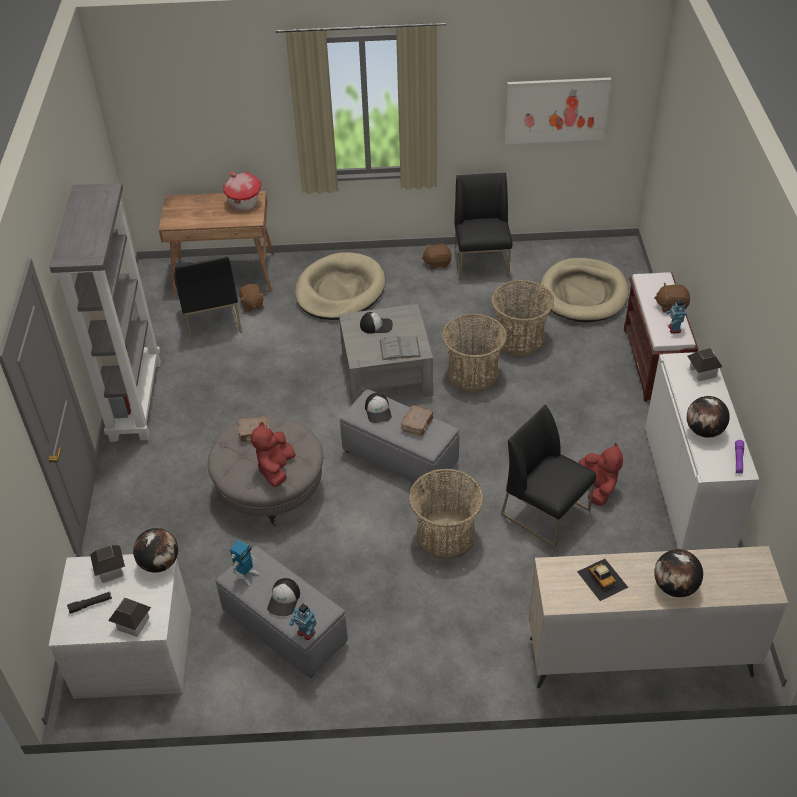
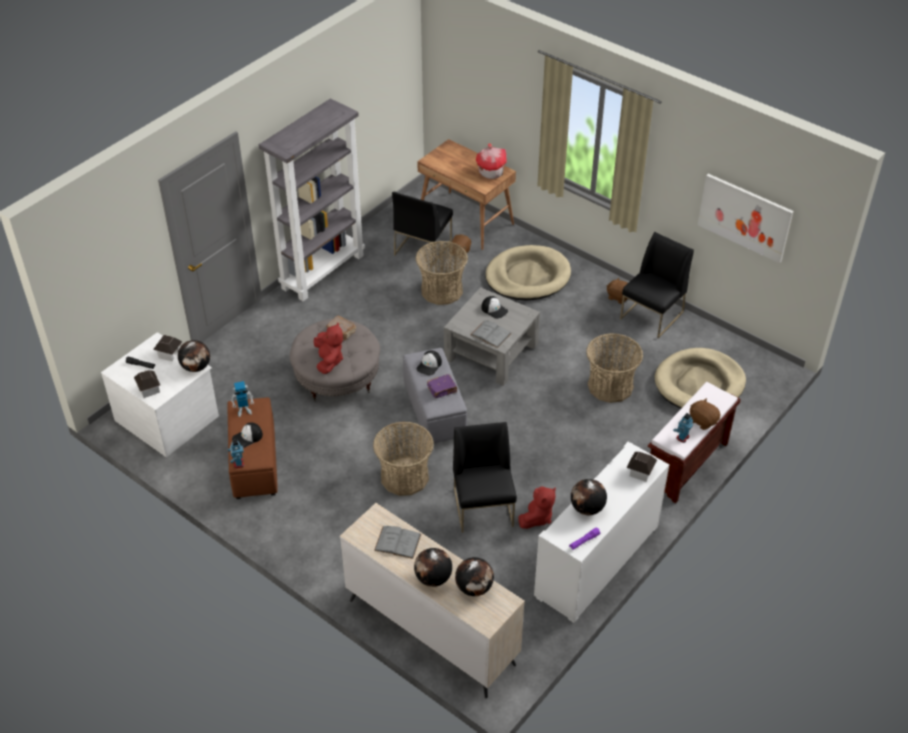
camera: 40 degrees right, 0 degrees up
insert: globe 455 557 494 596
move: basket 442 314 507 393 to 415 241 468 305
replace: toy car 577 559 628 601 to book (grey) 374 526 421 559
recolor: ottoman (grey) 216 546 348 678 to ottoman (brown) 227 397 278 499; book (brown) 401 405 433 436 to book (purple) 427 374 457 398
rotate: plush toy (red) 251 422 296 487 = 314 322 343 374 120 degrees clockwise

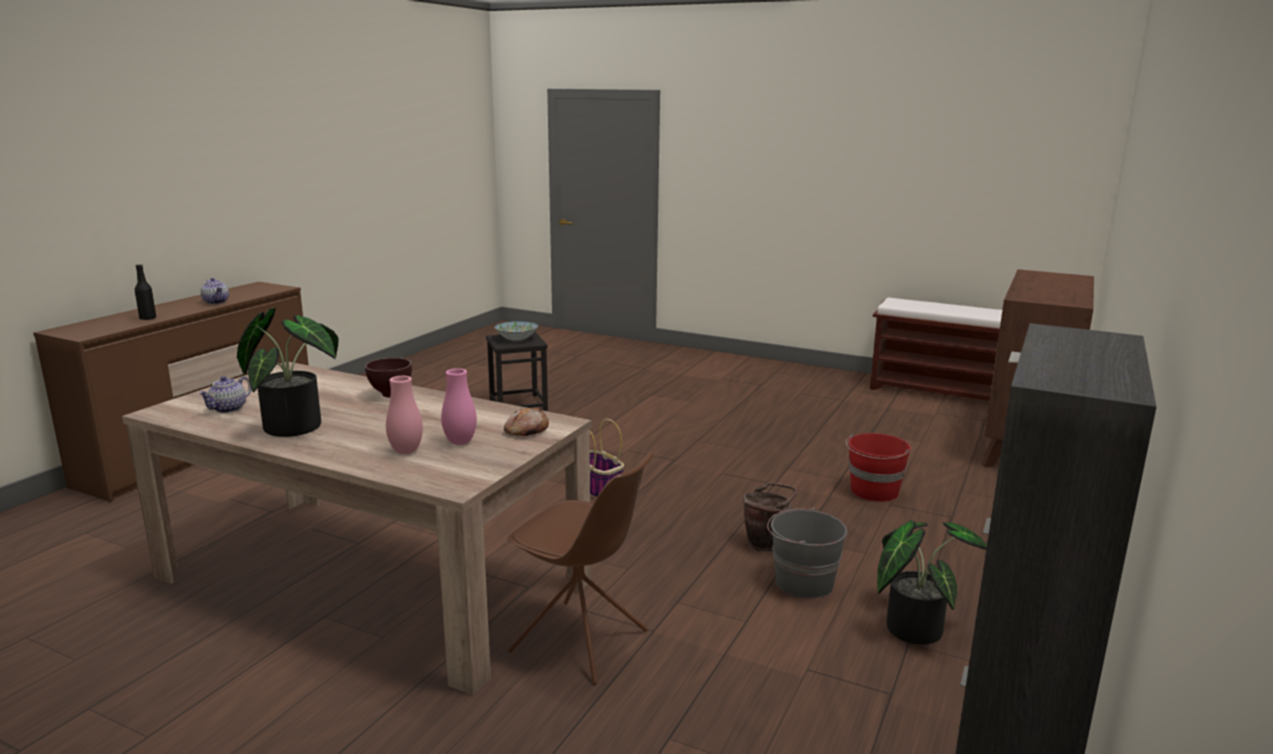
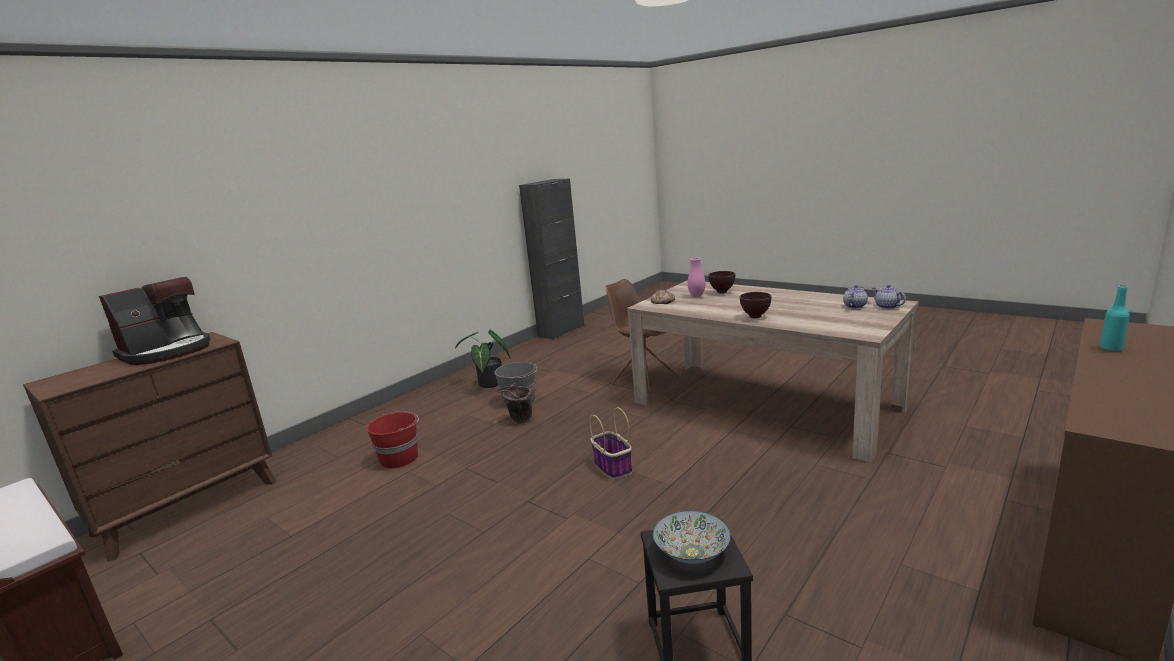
camera: 165 degrees left, 0 degrees up
delete: potted plant 237 307 339 437
insert: coffee machine 99 277 210 365
move: teapot 200 278 229 304 to 872 285 906 309
replace: vase (pink) 386 376 423 454 to bowl (brown) 708 271 735 294
recolor: bottle (black) 135 264 156 320 to bottle (turquoise) 1100 285 1130 351

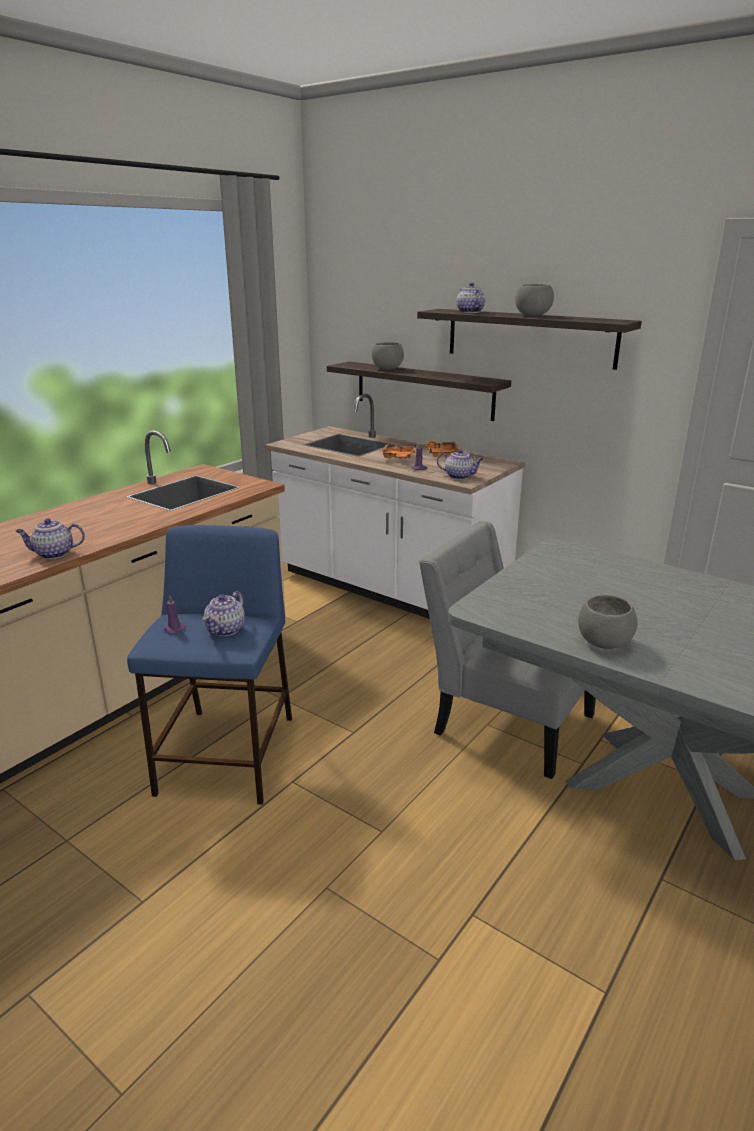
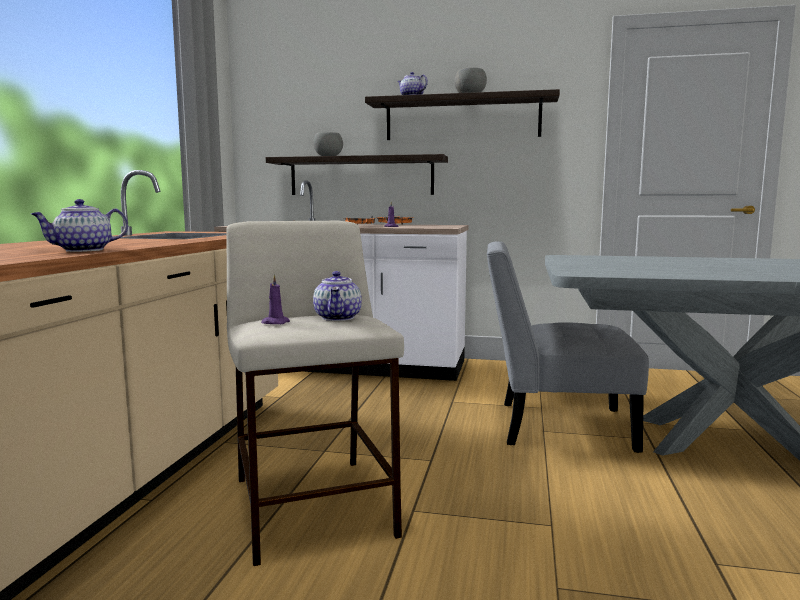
camera: 25 degrees left, 15 degrees down
delete: teapot 437 449 483 479; bowl (grey) 578 595 638 649
recolor: stool (blue) 127 525 292 805 to stool (beige) 226 220 404 566

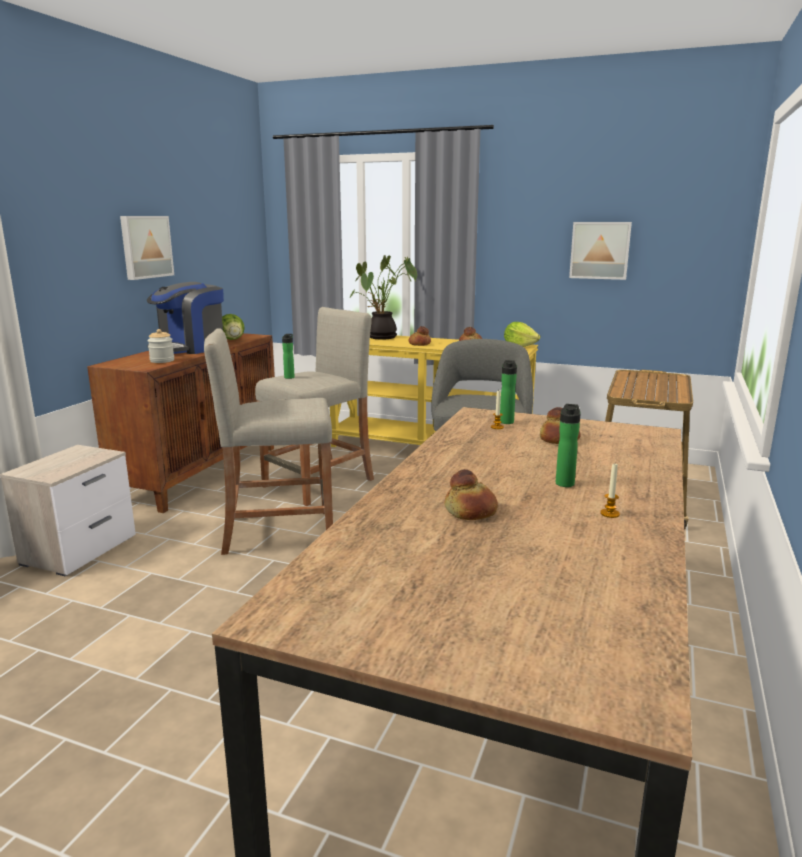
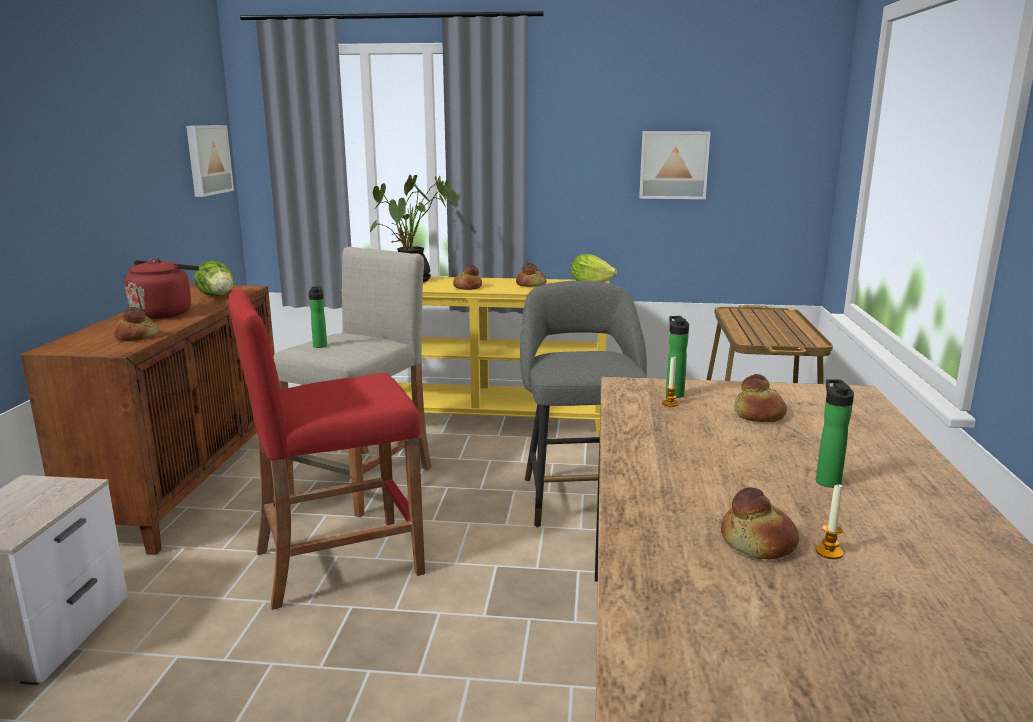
camera: 15 degrees left, 0 degrees up
move: picture 120 216 174 280 to 186 125 234 197; candle 600 464 620 518 to 816 483 843 559
replace: coffee machine 147 282 224 354 to kettle (red) 124 258 199 319; jar 147 329 174 363 to bread 114 307 159 341
recolor: stool (beige) 204 329 333 555 to stool (red) 229 289 425 610

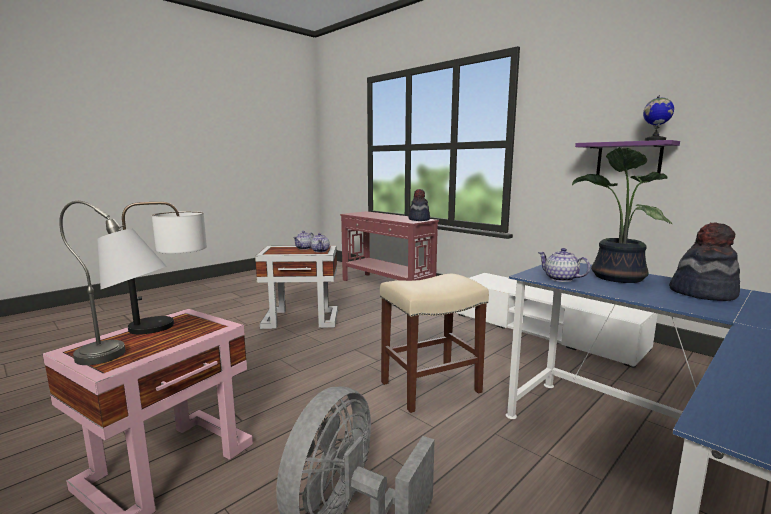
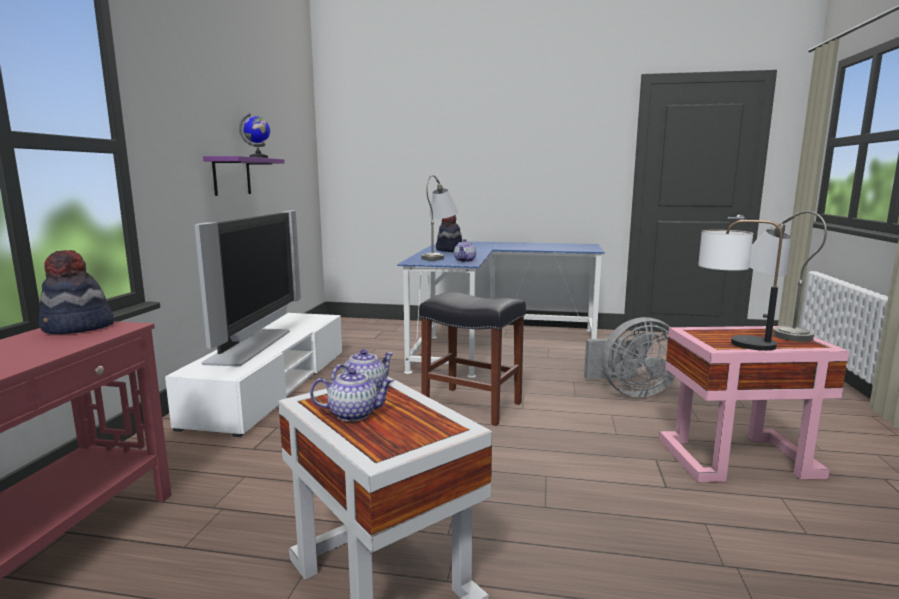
camera: 125 degrees left, 0 degrees up
insert: television 194 210 301 366
replace: potted plant 572 147 673 283 to table lamp (grey) 421 175 458 260
recolor: stool (beige) 380 274 489 413 to stool (black) 419 292 526 426

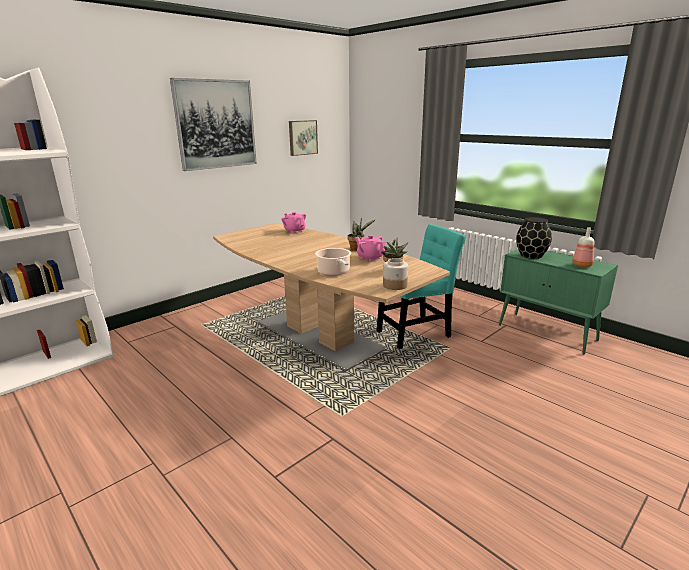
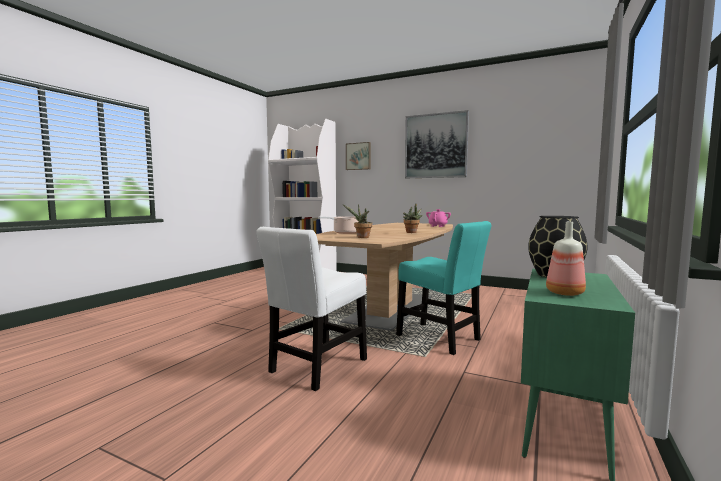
camera: 70 degrees right, 15 degrees down
delete: teapot (pink) 355 235 386 262; jar 383 258 408 290
insert: chair (white) 256 227 367 391
move: picture 289 120 318 156 to 346 142 371 170

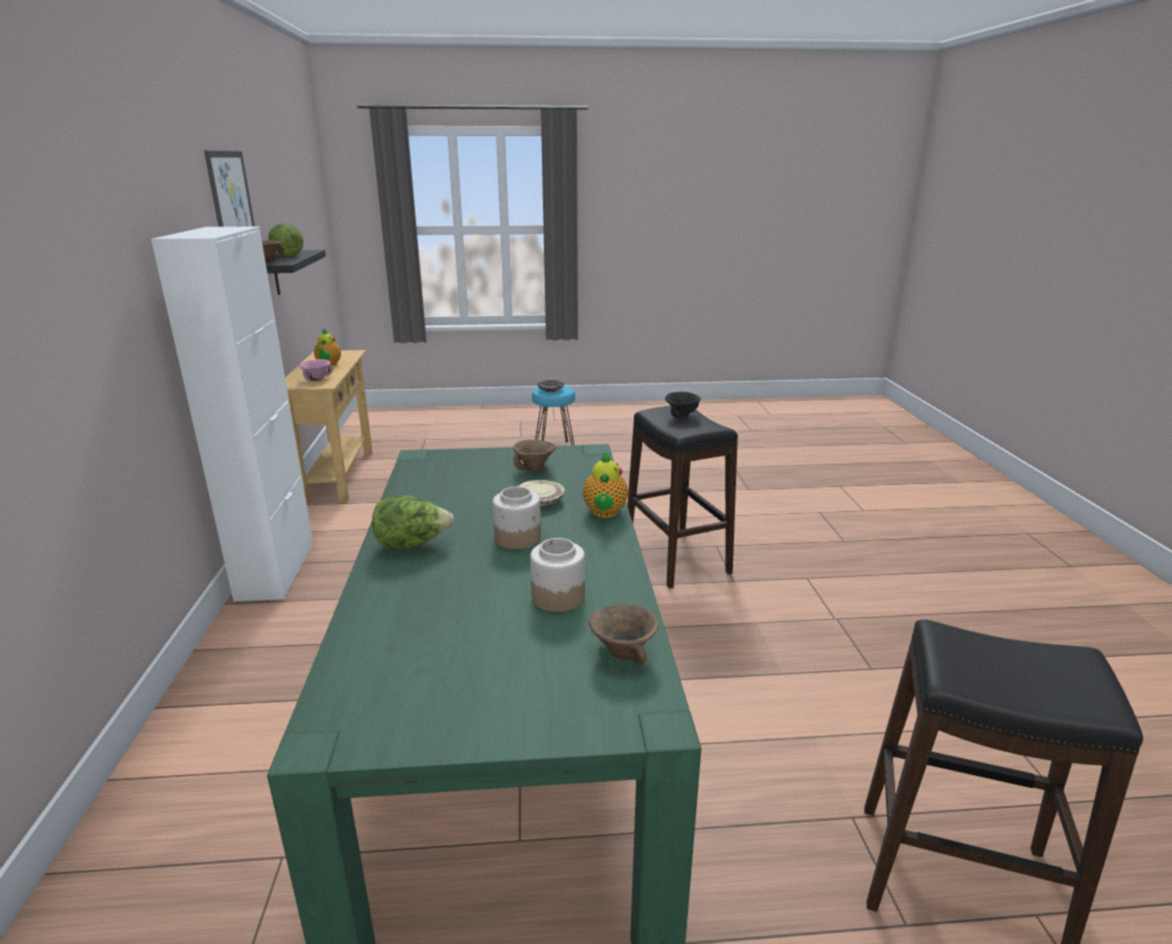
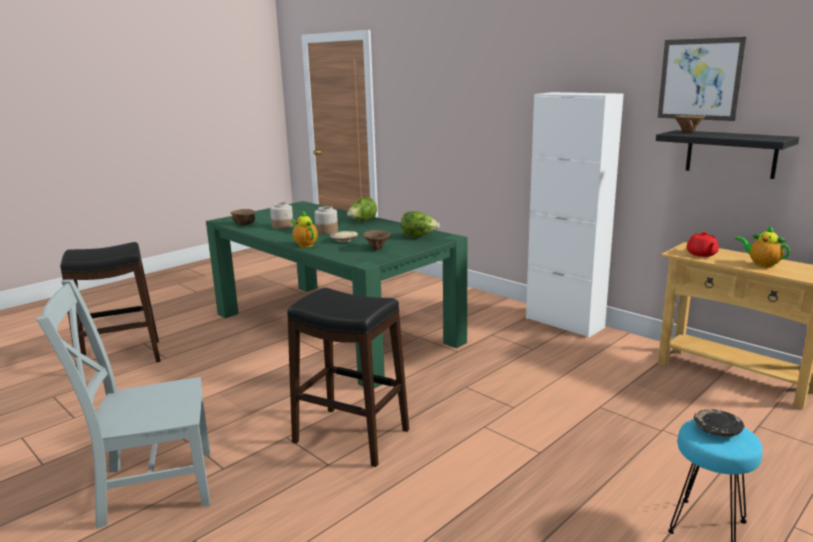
camera: 140 degrees right, 5 degrees down
delete: bowl (black) 665 392 701 418
insert: chair (grey) 36 279 210 529
move: lettuce 268 223 303 257 to 401 211 440 238
replace: bowl (pink) 299 359 333 381 to teapot (red) 686 231 719 257

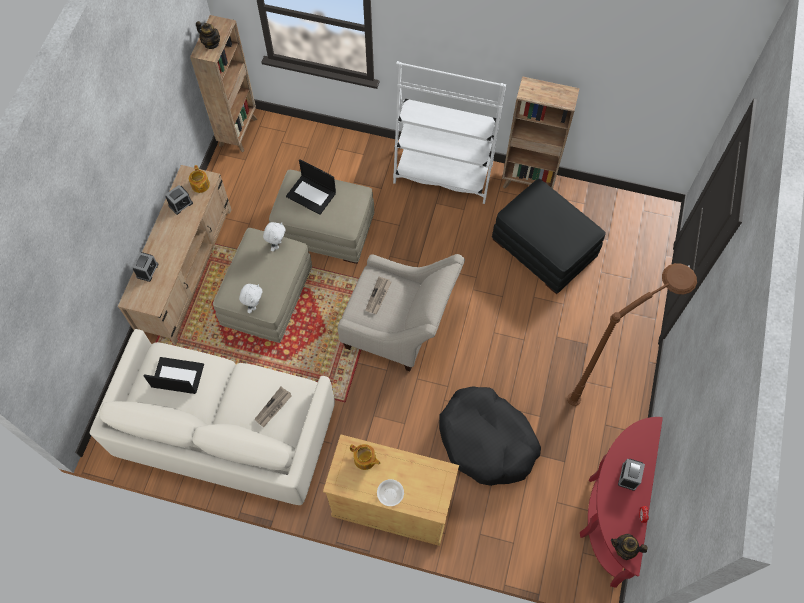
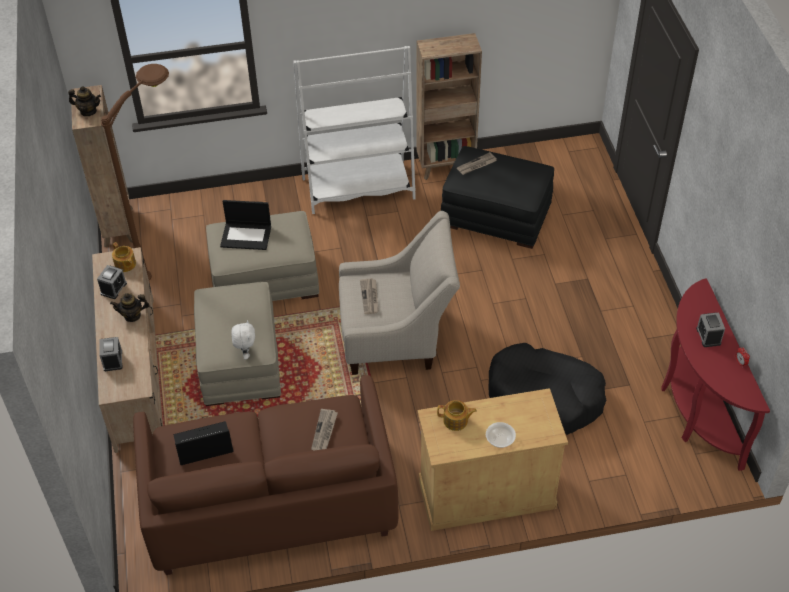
camera: 25 degrees left, 15 degrees down
delete: plush toy (white) 263 222 286 252
insert: newspaper 457 152 497 175
move: floor lamp (brown) 567 263 697 406 to 101 64 169 280; teapot 611 534 648 560 to 110 293 149 322
recolor: sofa (white) 90 329 335 505 to sofa (brown) 133 375 398 575

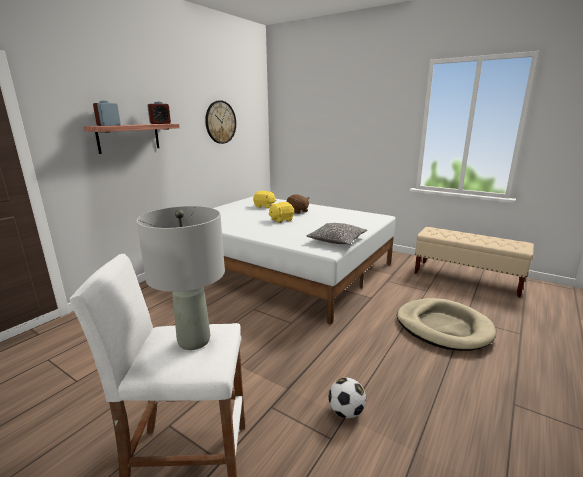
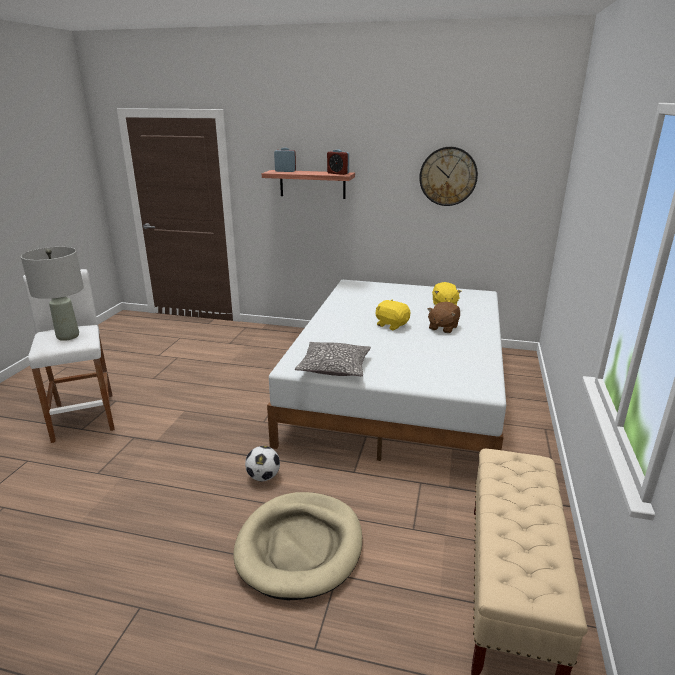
camera: 70 degrees right, 5 degrees up
move: football 328 378 366 418 to 245 446 280 482

